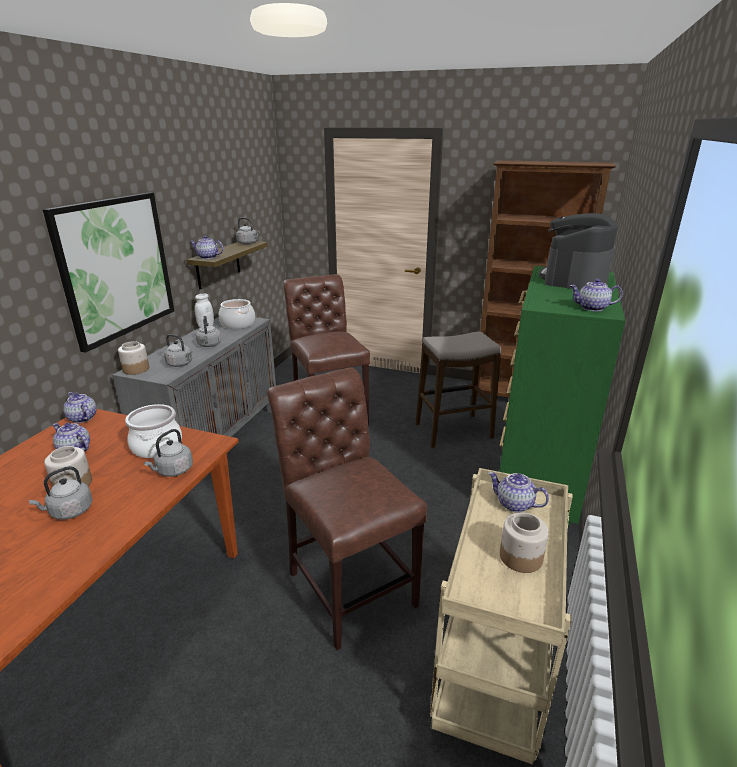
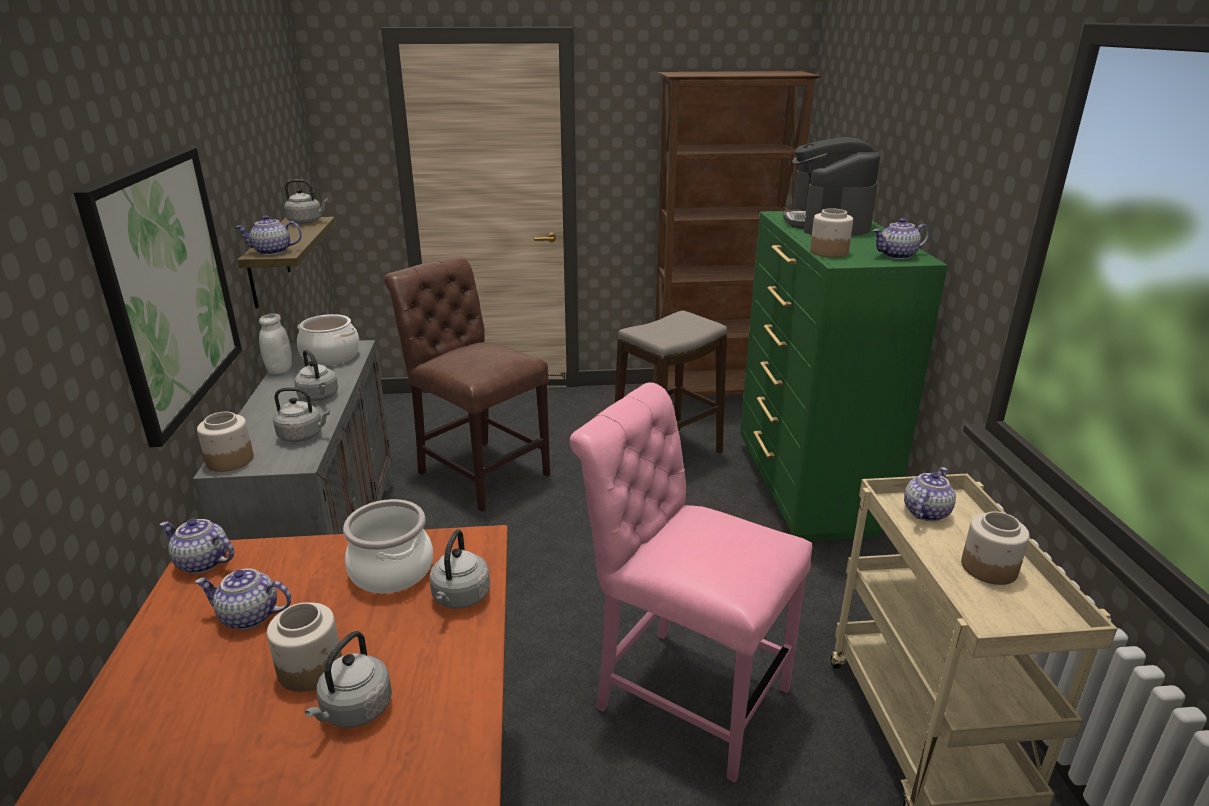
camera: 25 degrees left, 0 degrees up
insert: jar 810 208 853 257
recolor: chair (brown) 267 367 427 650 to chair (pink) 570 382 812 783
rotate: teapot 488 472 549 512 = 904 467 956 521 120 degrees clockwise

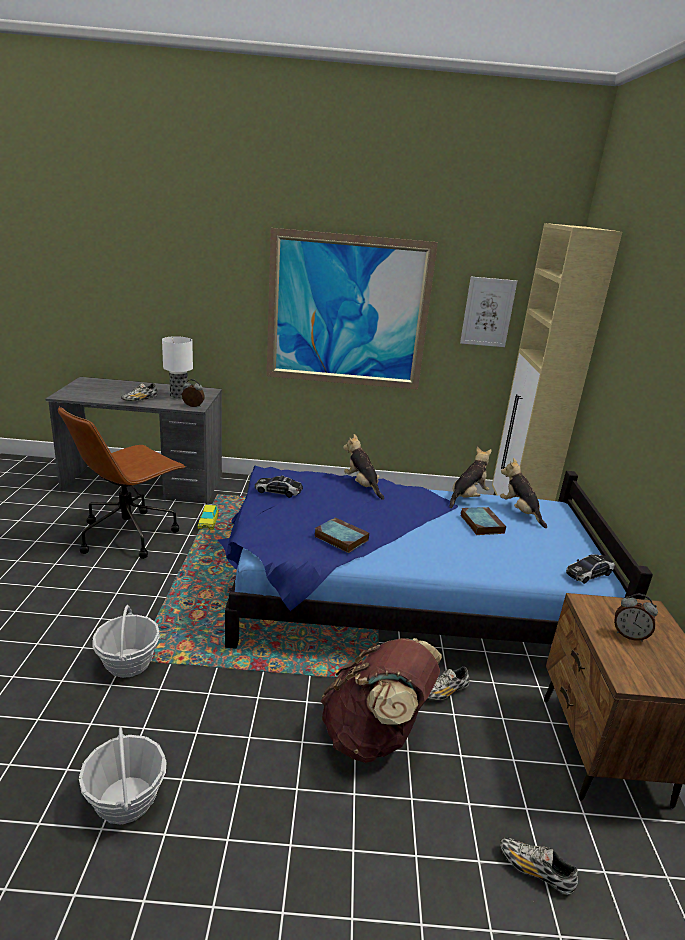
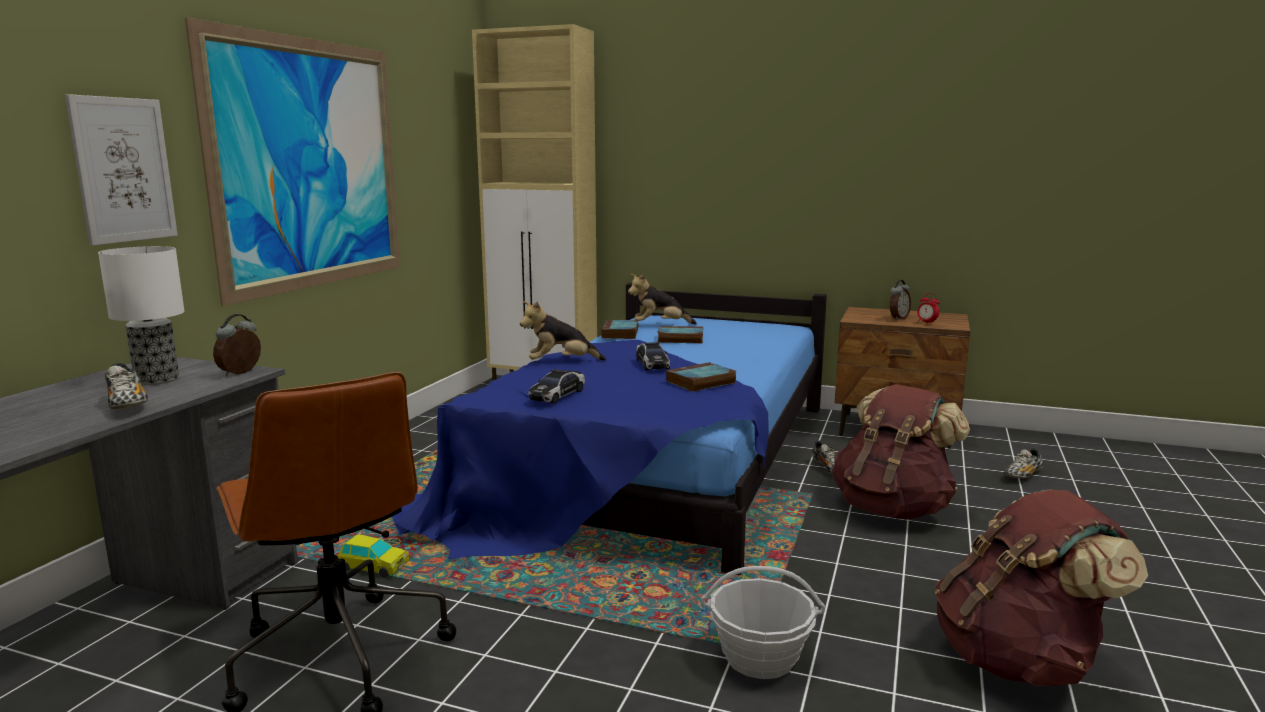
camera: 70 degrees left, 10 degrees down
insert: alarm clock 917 293 940 325
move: picture 460 277 517 347 to 65 94 178 246; toy car 566 554 615 584 to 636 342 670 370
replace: basket 79 726 167 825 to backpack (brown) 934 489 1148 686; plush toy 450 447 492 508 to book 601 320 639 339

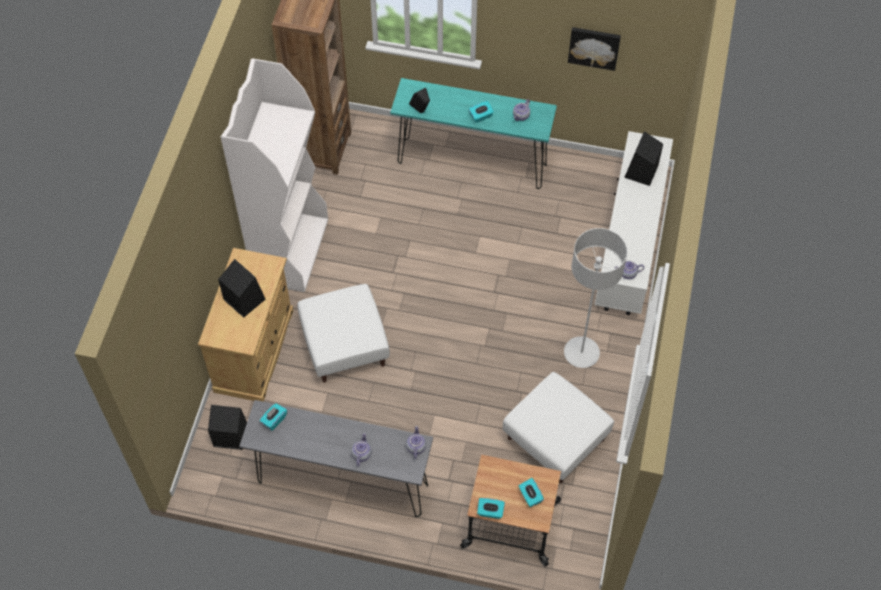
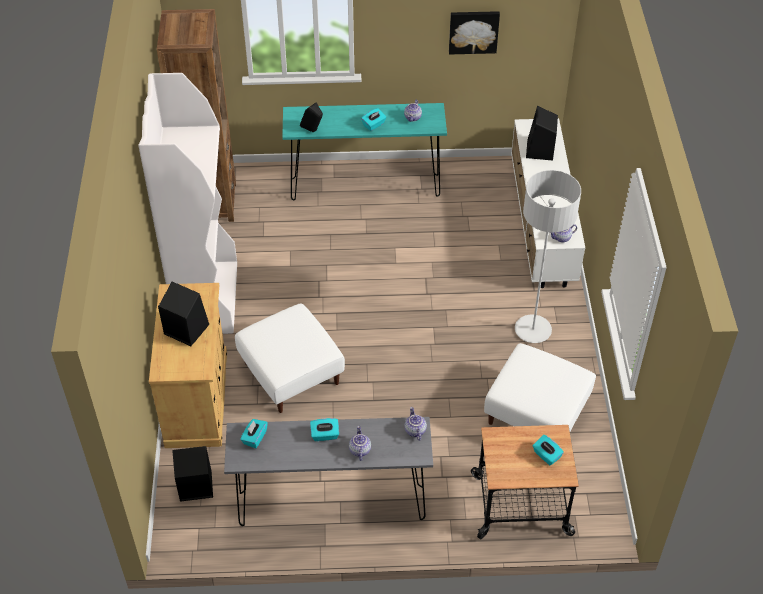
camera: 15 degrees left, 10 degrees down
move: tissue box (turquoise) 477 498 505 519 to 310 418 339 441

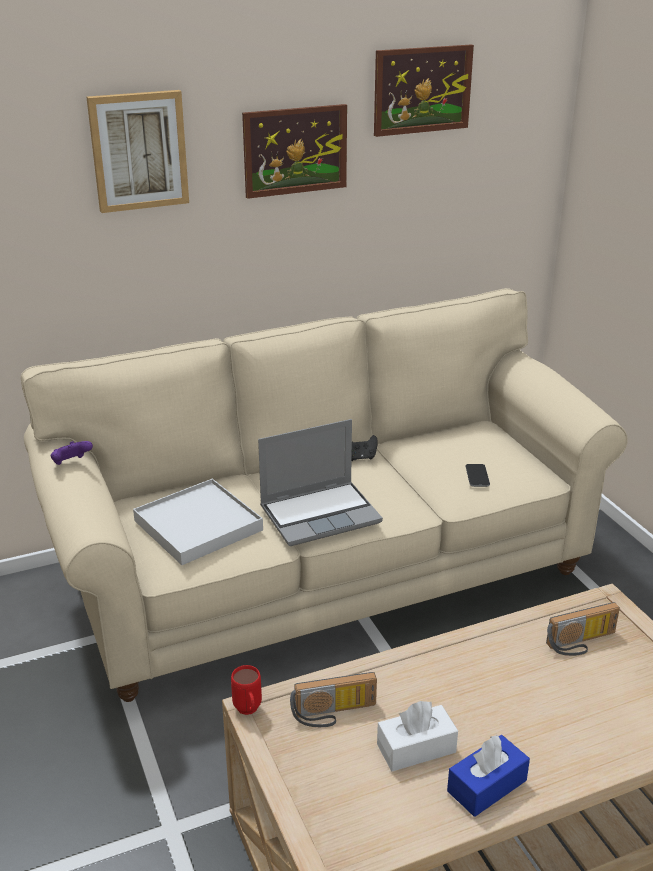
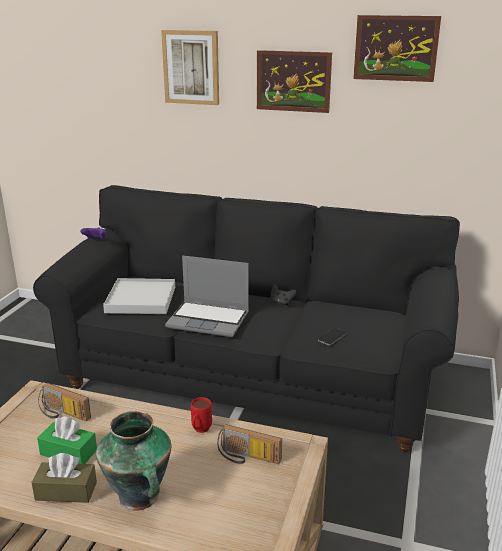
camera: 40 degrees right, 5 degrees down
insert: vase 96 411 171 511
move: mug (red) 231 665 262 715 to 191 397 212 433
recolor: sofa (beige) 21 288 628 702 to sofa (black) 33 185 460 452; tissue box (white) 377 701 458 771 to tissue box (green) 37 416 97 464; tissue box (blue) 447 735 530 817 to tissue box (brown) 31 453 97 503

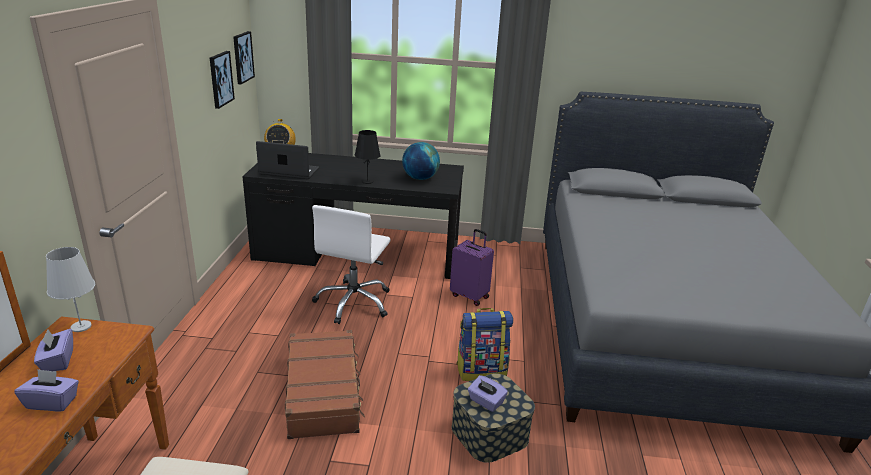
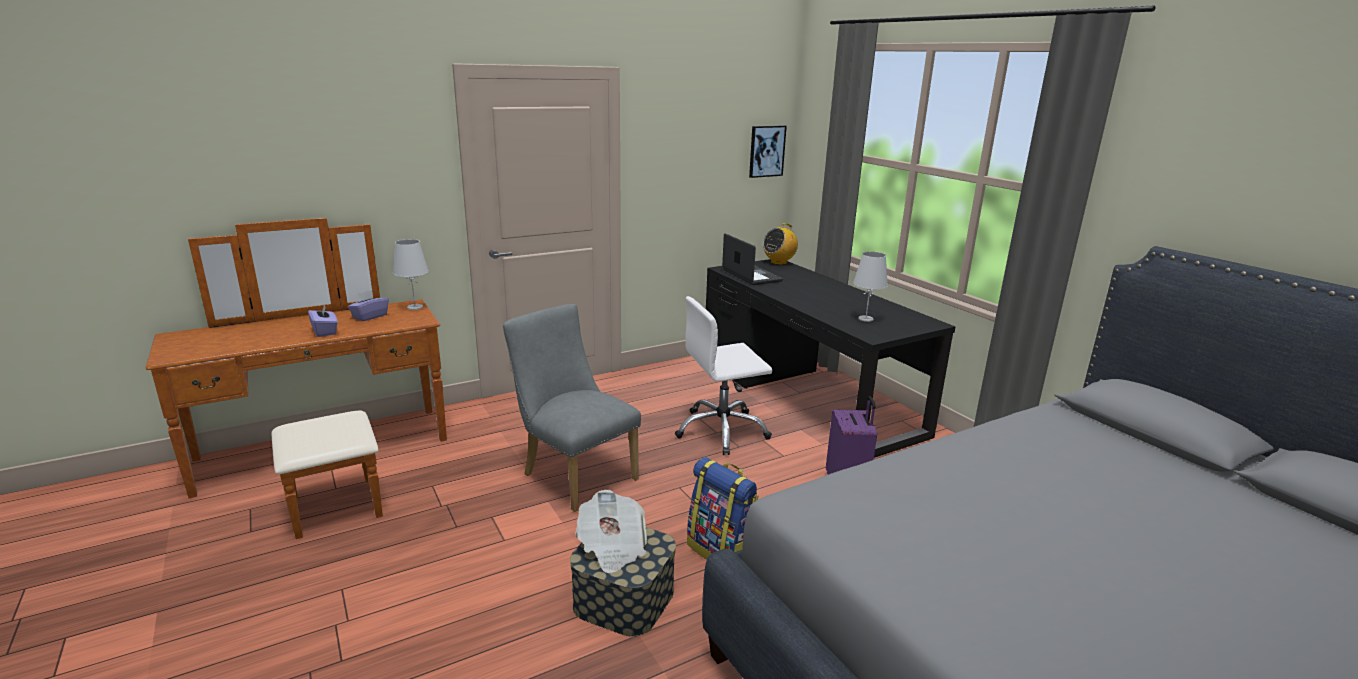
camera: 55 degrees right, 5 degrees down
delete: picture 210 51 235 109; table lamp (black) 355 130 380 184
replace: suitcase (brown) 285 330 365 439 to chair (grey) 503 304 641 512; globe 402 142 440 180 to table lamp (white) 853 251 888 322; tissue box (purple) 468 375 508 412 to newspaper 575 490 647 573

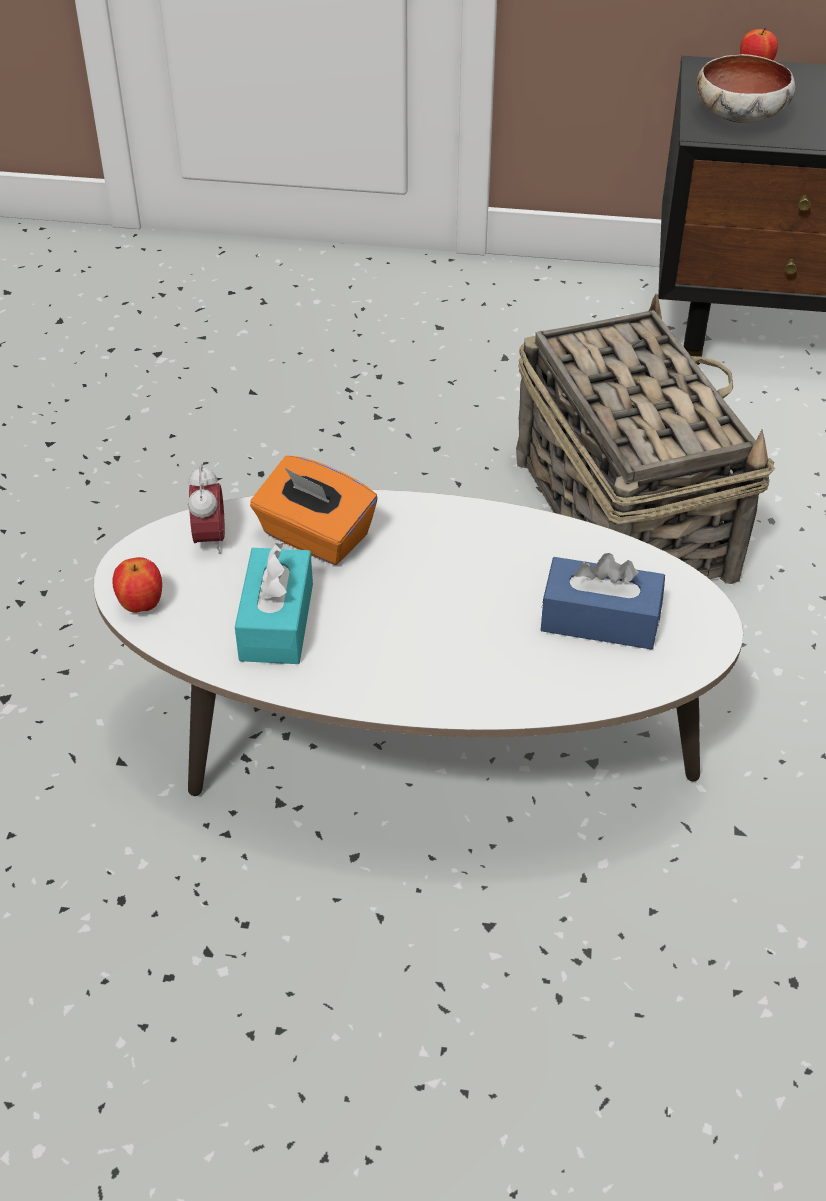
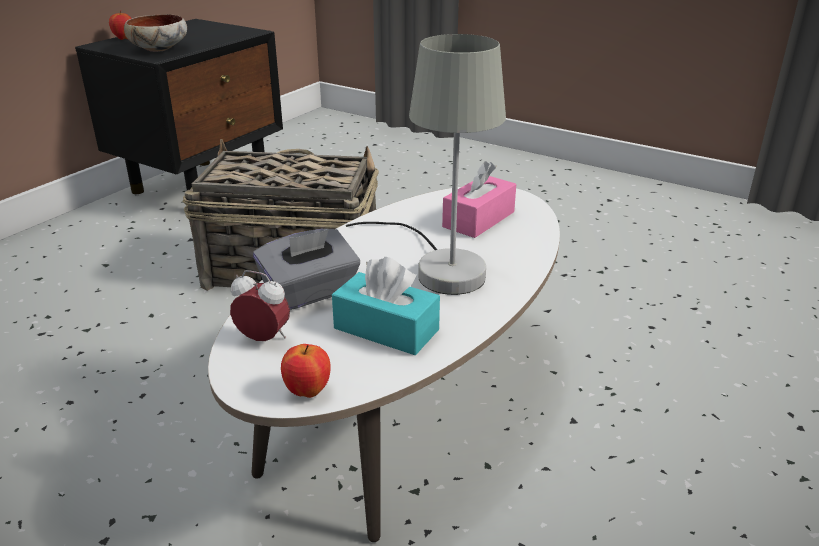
camera: 65 degrees left, 15 degrees down
insert: table lamp (grey) 346 34 506 295
recolor: tissue box (orange) 250 456 378 565 to tissue box (grey) 253 229 360 310; tissue box (blue) 541 553 665 650 to tissue box (pink) 442 161 516 238

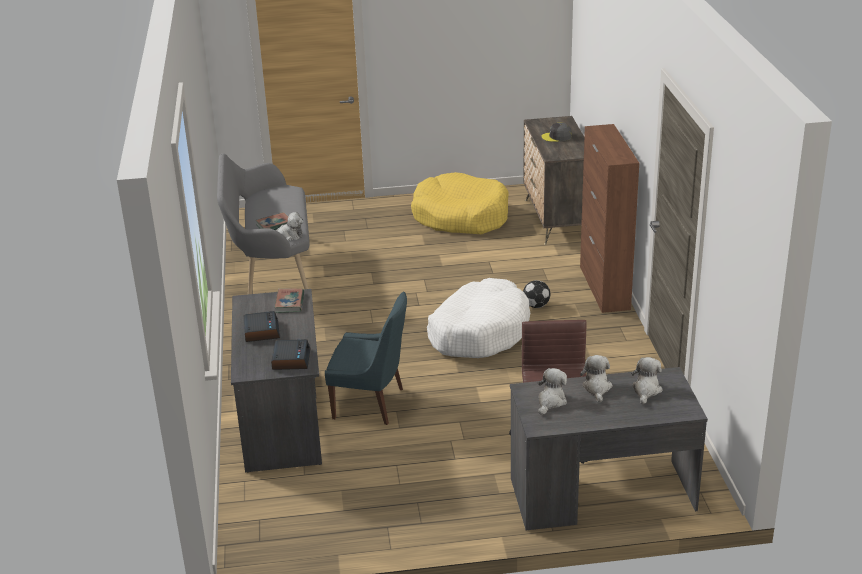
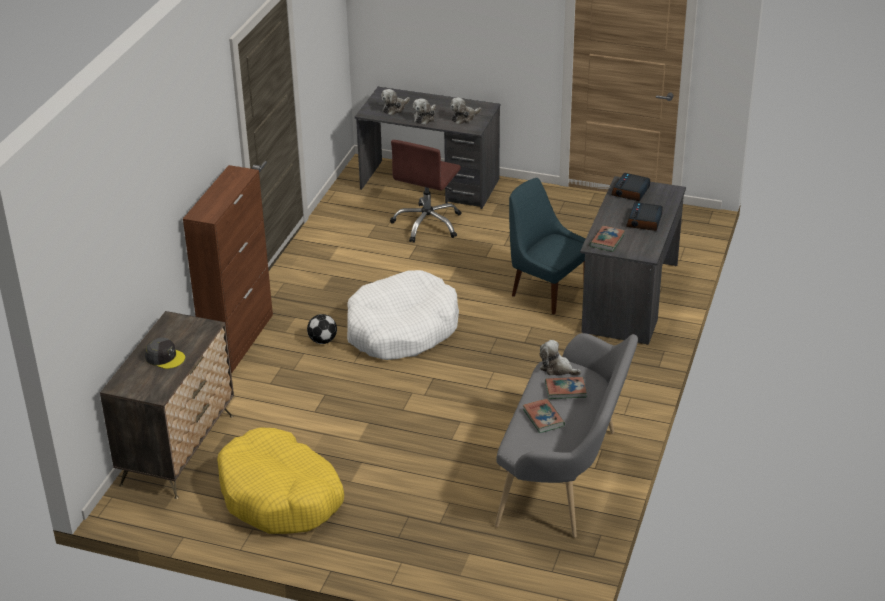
camera: 155 degrees left, 5 degrees up
insert: book 523 399 565 433

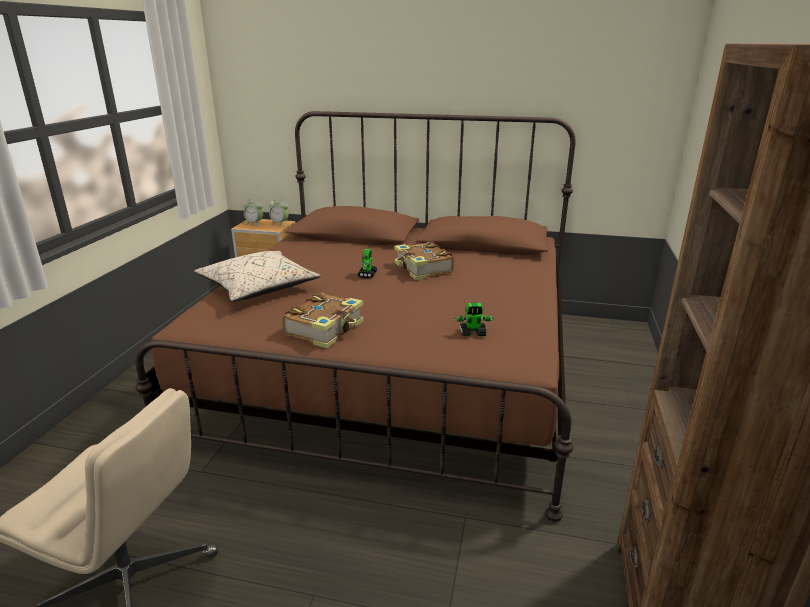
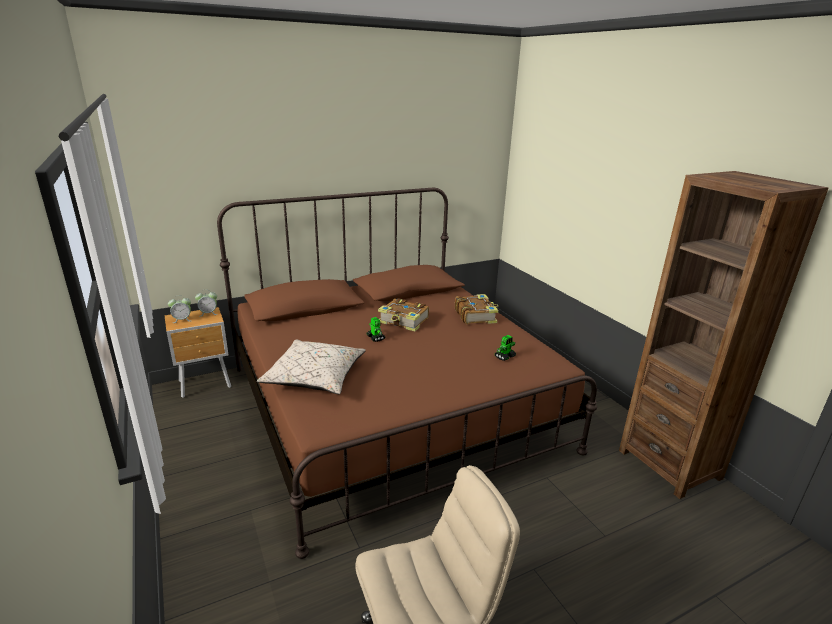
camera: 40 degrees left, 0 degrees up
move: book 282 293 364 348 to 455 294 498 324

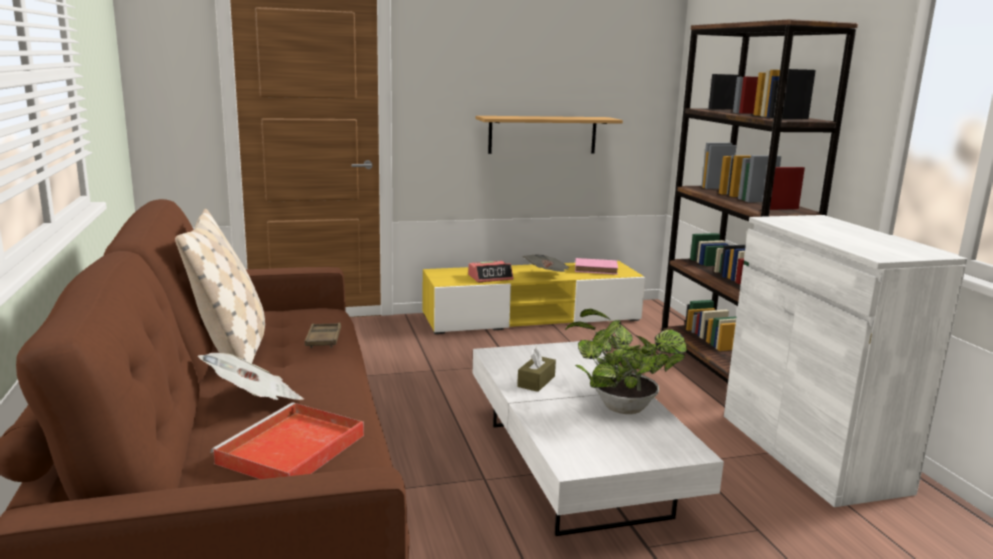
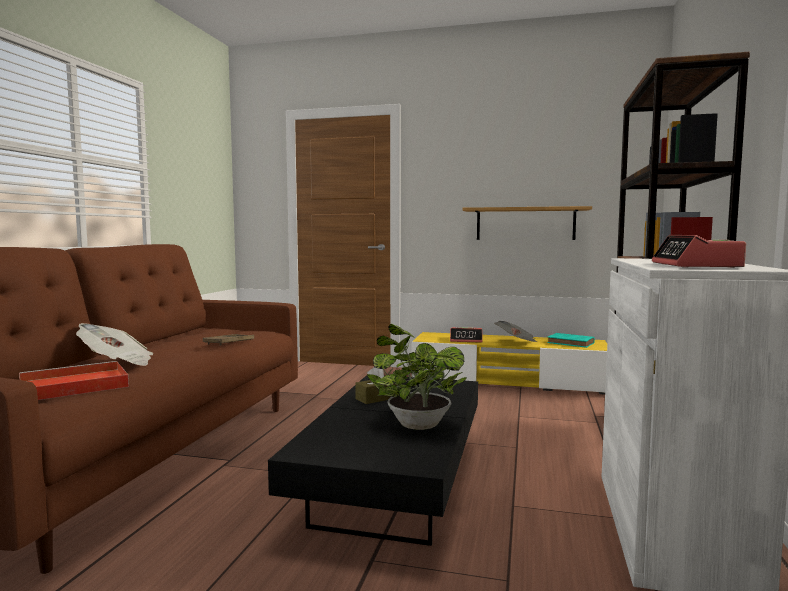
camera: 30 degrees right, 10 degrees down
delete: pillow (beige) 175 209 265 363
insert: alarm clock 652 235 746 268
recolor: coffee table (white) 473 340 724 536 to coffee table (black) 268 375 478 546; book (pink) 575 258 618 275 to book (turquoise) 547 333 595 348

